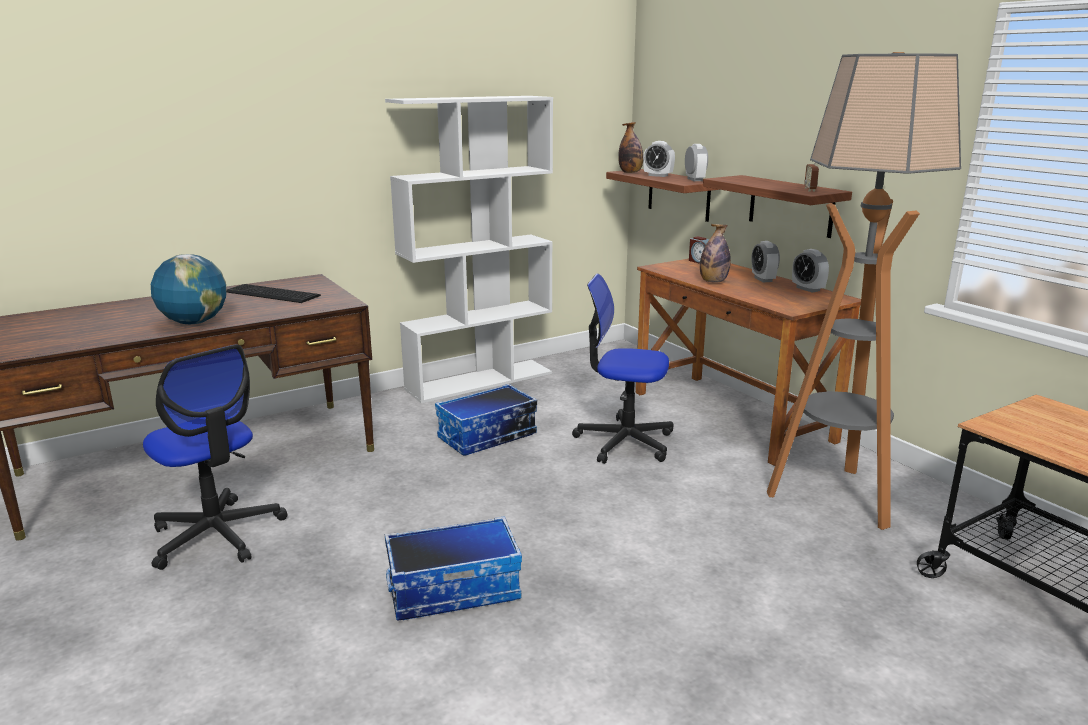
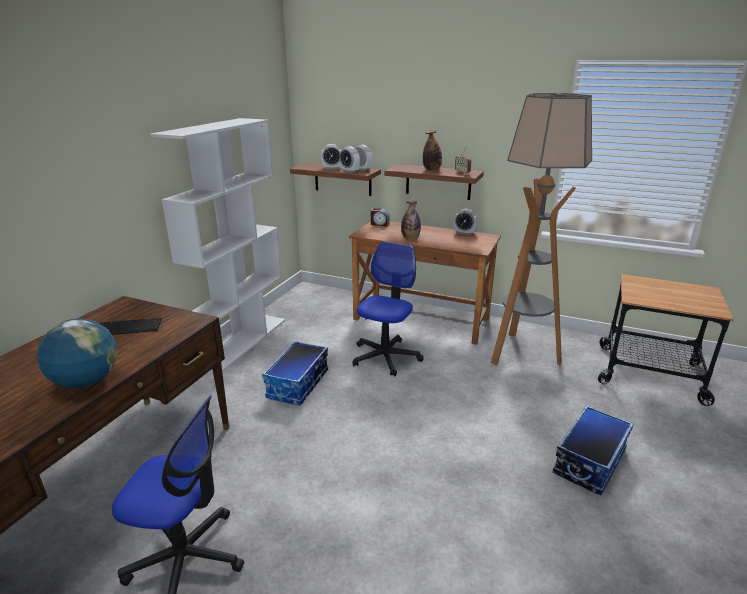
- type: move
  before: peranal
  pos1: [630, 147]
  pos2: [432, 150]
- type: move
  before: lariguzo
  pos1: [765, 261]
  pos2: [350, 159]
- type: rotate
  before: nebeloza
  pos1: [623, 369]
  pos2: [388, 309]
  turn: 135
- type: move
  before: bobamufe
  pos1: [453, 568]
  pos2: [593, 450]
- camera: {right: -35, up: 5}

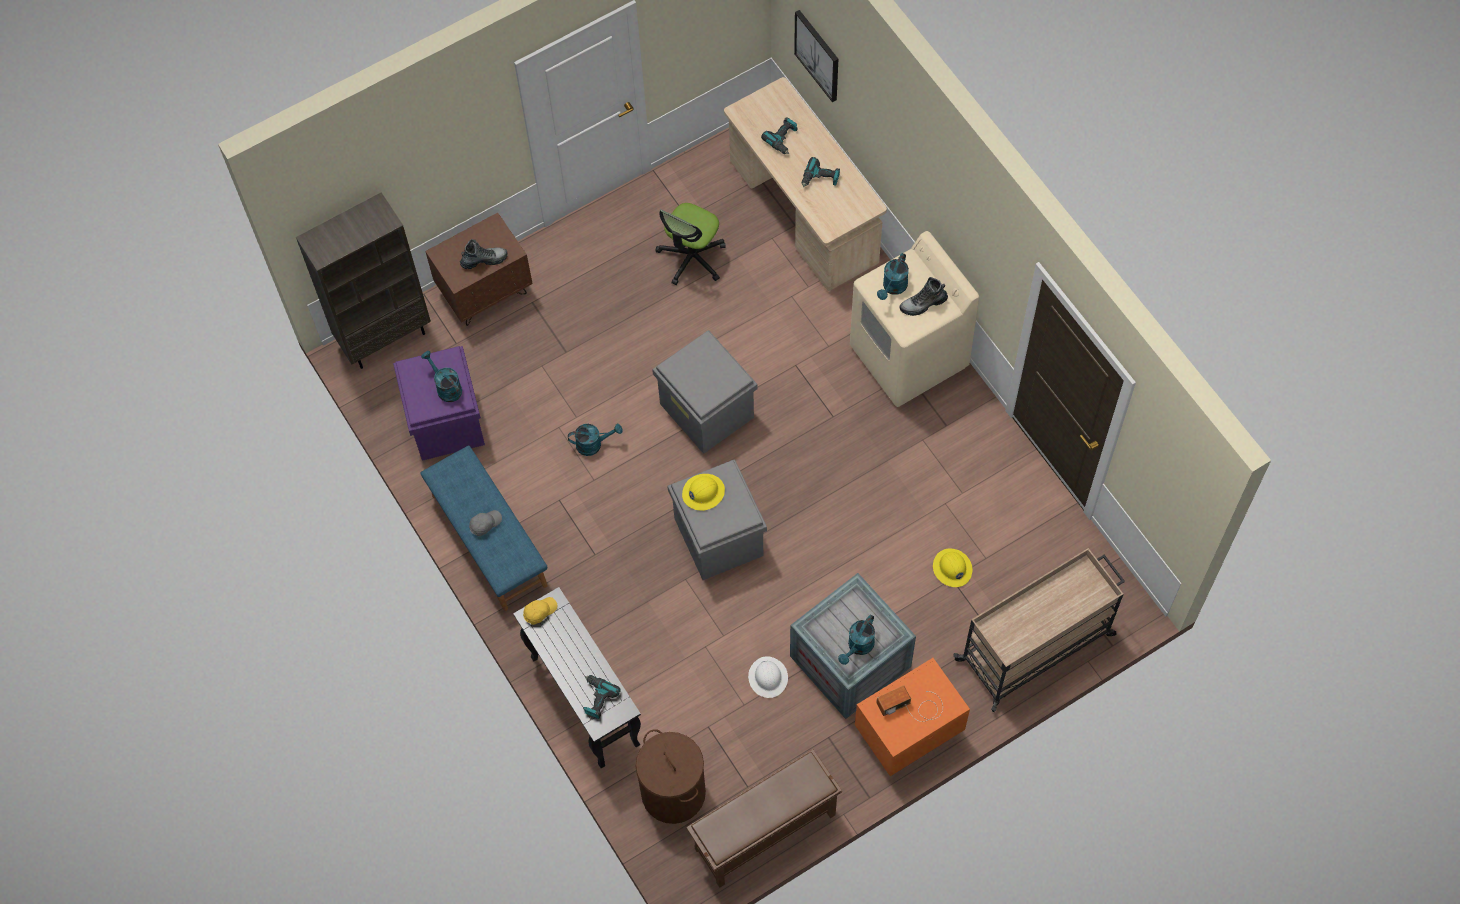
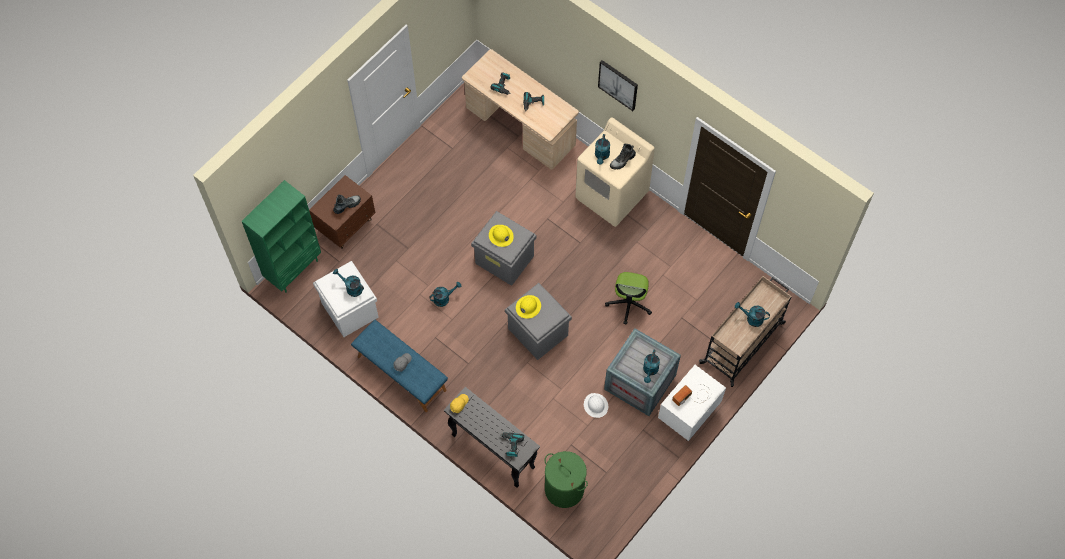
- type: move
  before: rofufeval
  pos1: [816, 56]
  pos2: [618, 85]
- type: recolor
  before: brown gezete
  after: green gezete
  pos1: [363, 280]
  pos2: [281, 236]
- type: move
  before: nebeloza
  pos1: [690, 244]
  pos2: [628, 298]
- type: recolor
  before: purple bobamufe
  after: white bobamufe
  pos1: [439, 403]
  pos2: [346, 299]
- type: move
  before: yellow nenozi
  pos1: [953, 568]
  pos2: [501, 236]
- type: recolor
  before: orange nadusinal
  after: white nadusinal
  pos1: [912, 717]
  pos2: [692, 403]
- type: recolor
  before: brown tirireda
  after: green tirireda
  pos1: [671, 776]
  pos2: [566, 479]
- type: delete
  before: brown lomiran
  pos1: [764, 818]
- type: insert
  after: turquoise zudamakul
  pos2: [752, 314]
- camera: {right: -20, up: 0}

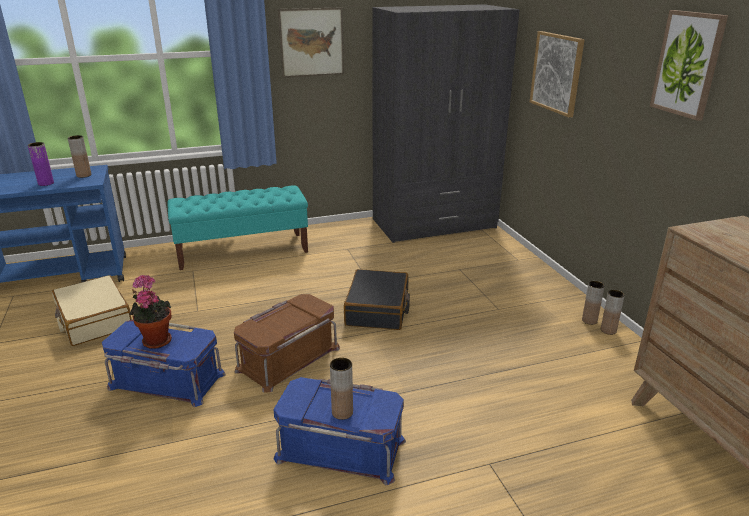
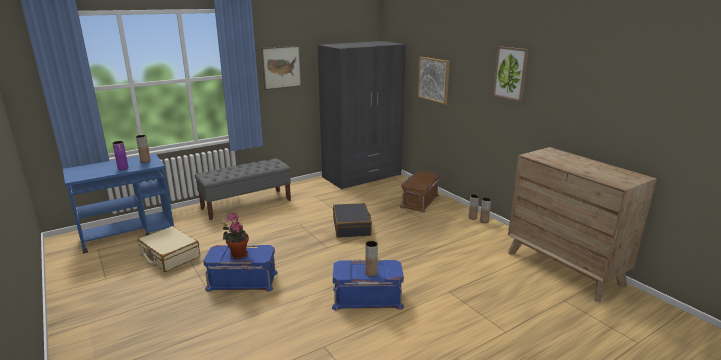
- type: recolor
  before: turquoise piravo
  after: grey piravo
  pos1: [238, 228]
  pos2: [243, 189]
- type: move
  before: brown bobamufe
  pos1: [287, 343]
  pos2: [419, 192]
- camera: {right: -15, up: -5}

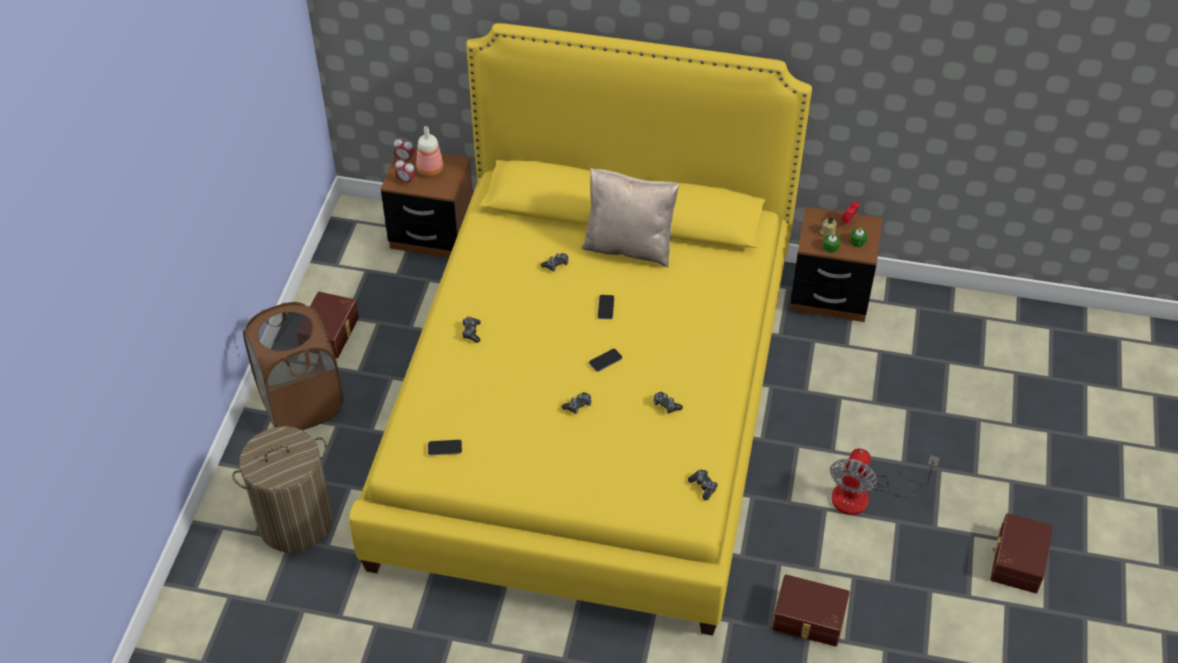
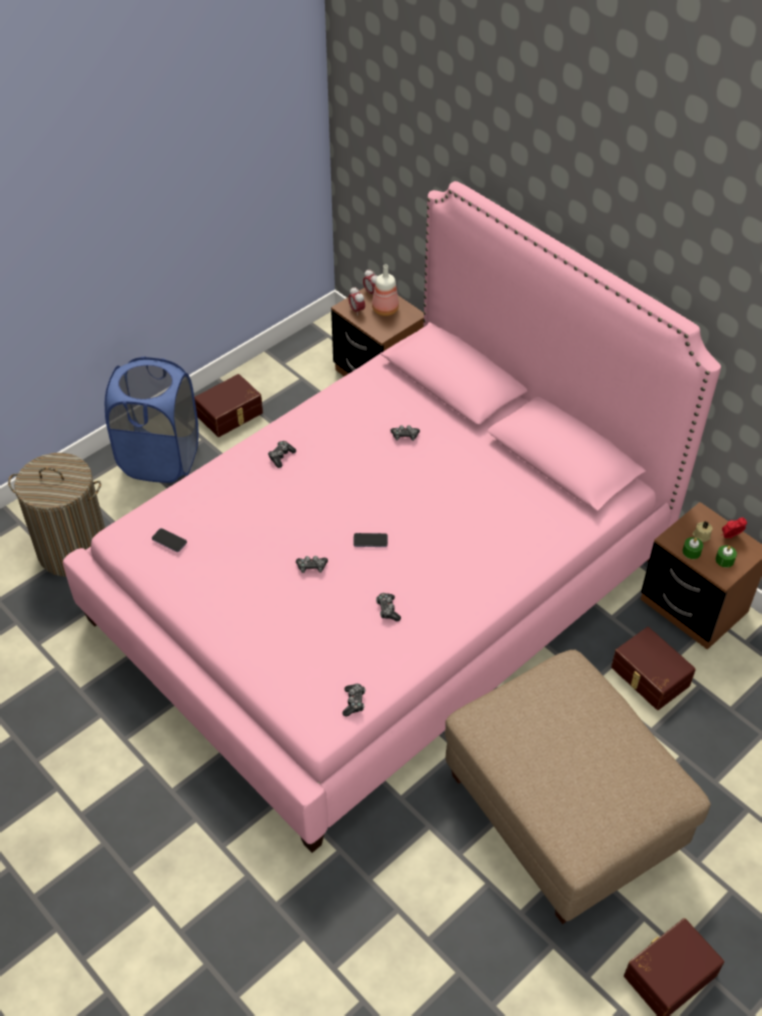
- type: recolor
  before: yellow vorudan
  after: pink vorudan
  pos1: [580, 329]
  pos2: [392, 517]
- type: delete
  before: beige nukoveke
  pos1: [630, 217]
- type: delete
  before: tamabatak
  pos1: [606, 307]
- type: recolor
  before: brown tirireda
  after: blue tirireda
  pos1: [293, 366]
  pos2: [151, 420]
- type: replace
  before: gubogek
  after: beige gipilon
  pos1: [885, 481]
  pos2: [578, 787]
- type: move
  before: brown bobamufe
  pos1: [811, 610]
  pos2: [653, 668]
- camera: {right: 35, up: 0}

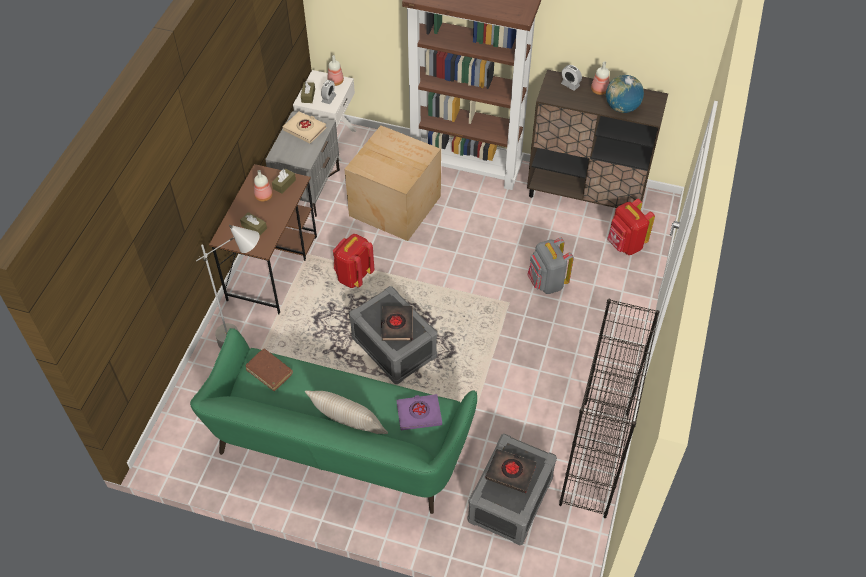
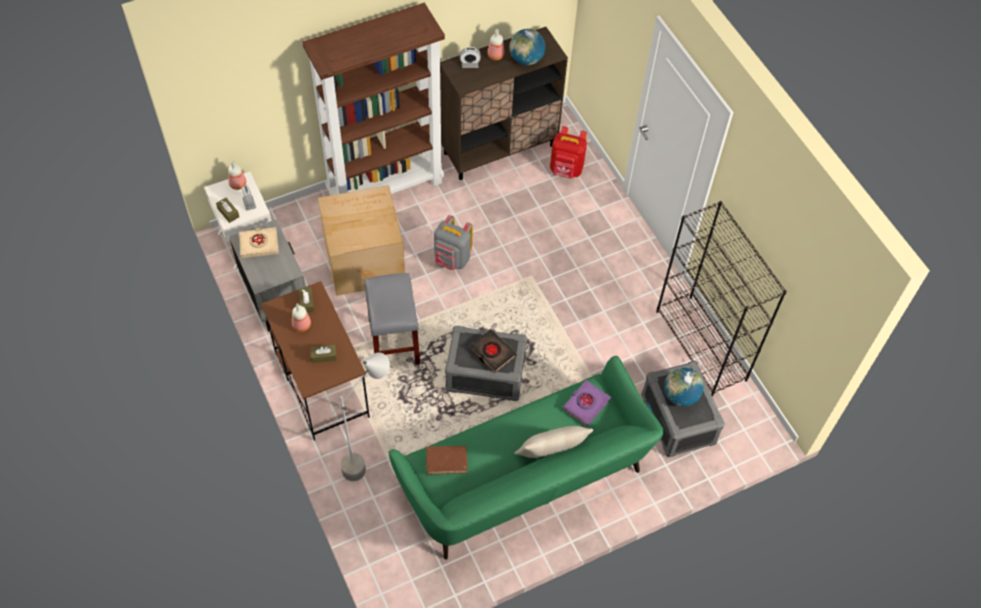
- type: replace
  before: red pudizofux
  after: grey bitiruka
  pos1: [353, 261]
  pos2: [392, 319]
- type: move
  before: grey pudizofux
  pos1: [550, 265]
  pos2: [453, 242]
- type: replace
  before: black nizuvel
  after: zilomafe
  pos1: [511, 471]
  pos2: [683, 387]
- camera: {right: -45, up: 5}

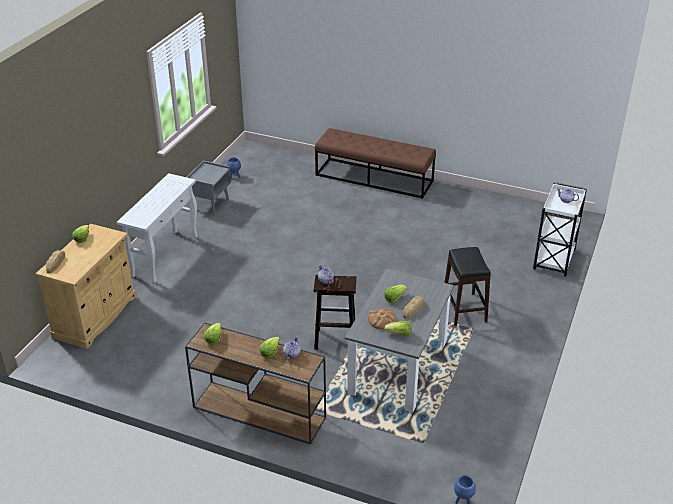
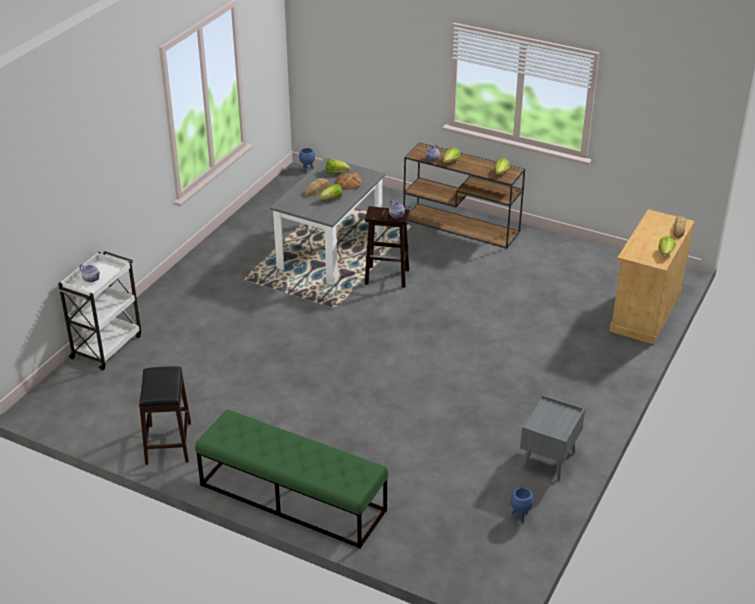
- type: recolor
  before: brown piravo
  after: green piravo
  pos1: [375, 163]
  pos2: [291, 479]
- type: delete
  before: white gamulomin
  pos1: [157, 228]
- type: move
  before: black bitiruka
  pos1: [468, 286]
  pos2: [165, 416]
- camera: {right: -175, up: 0}

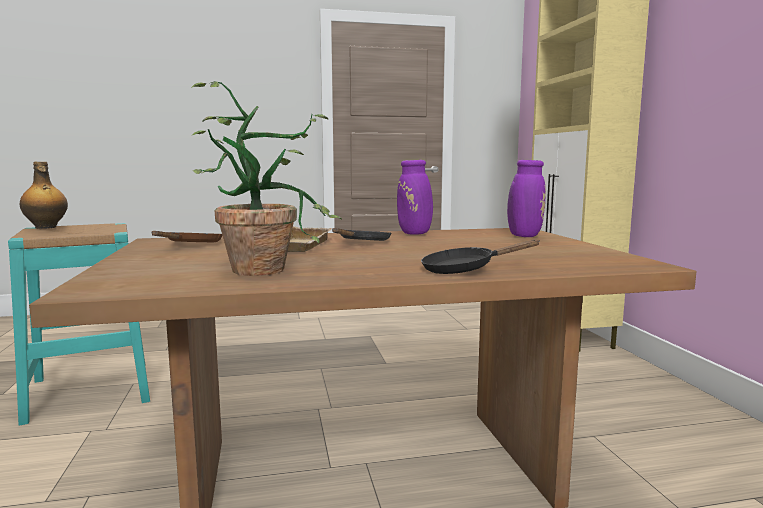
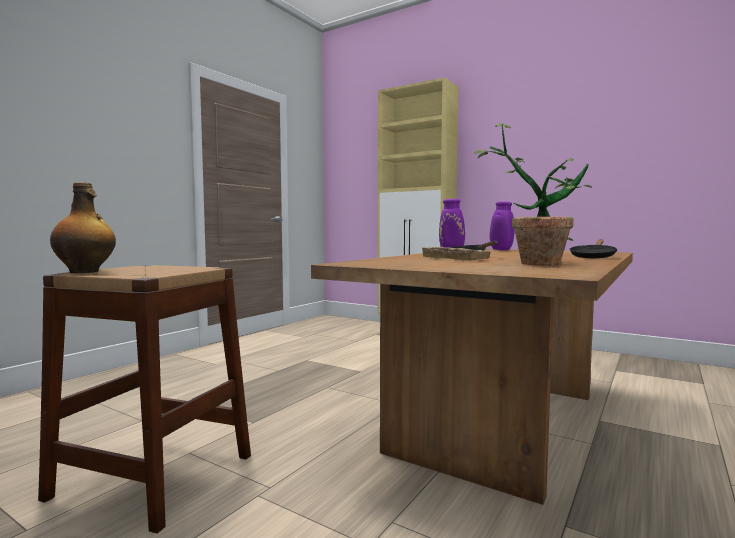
- type: recolor
  before: turquoise bitiruka
  after: brown bitiruka
  pos1: [79, 324]
  pos2: [144, 399]
- type: delete
  before: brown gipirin
  pos1: [187, 236]
- camera: {right: -45, up: -5}

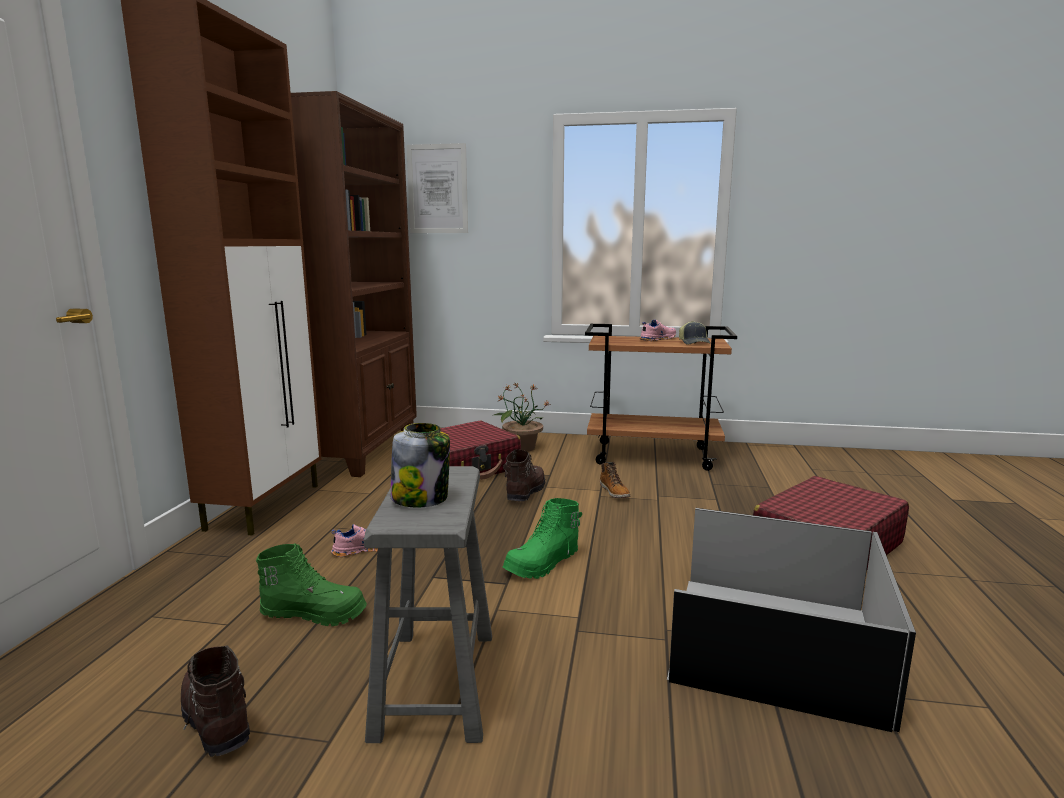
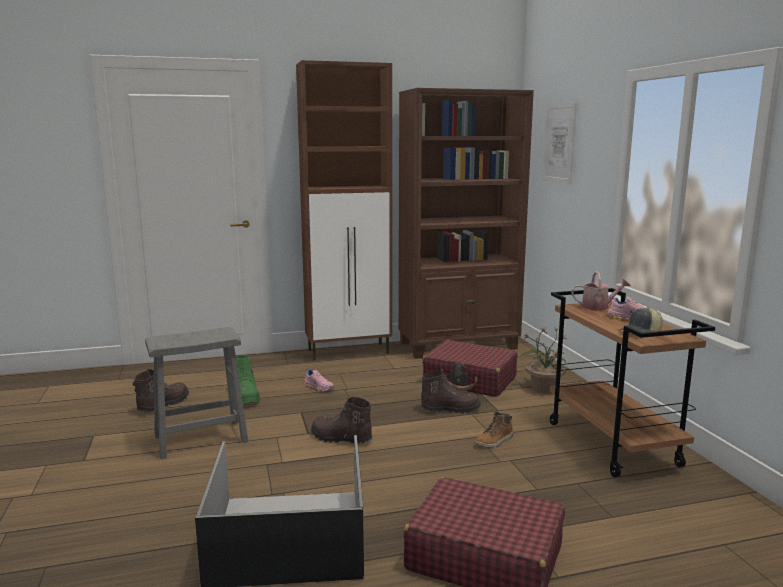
- type: delete
  before: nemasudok
  pos1: [420, 465]
- type: recolor
  before: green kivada
  after: brown kivada
  pos1: [542, 538]
  pos2: [342, 420]
- type: insert
  after: zudamakul
  pos2: [601, 291]
- camera: {right: 65, up: 0}

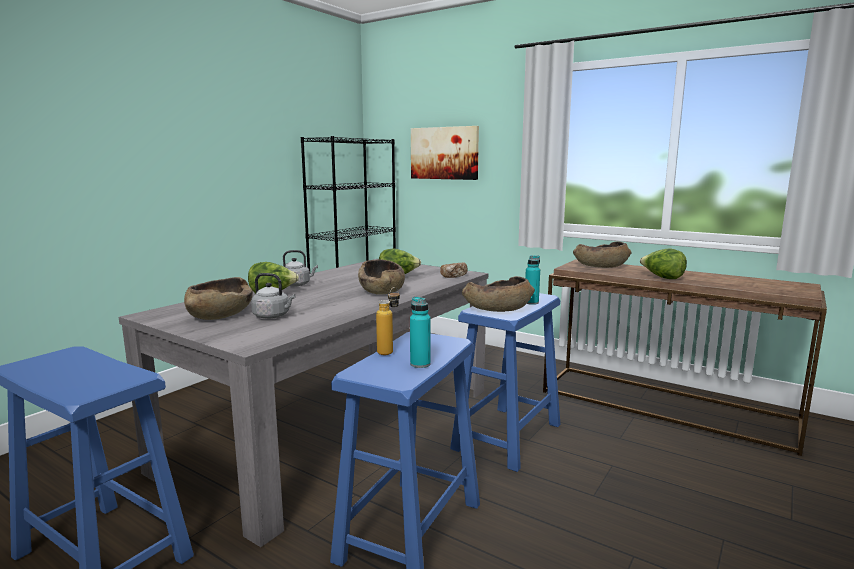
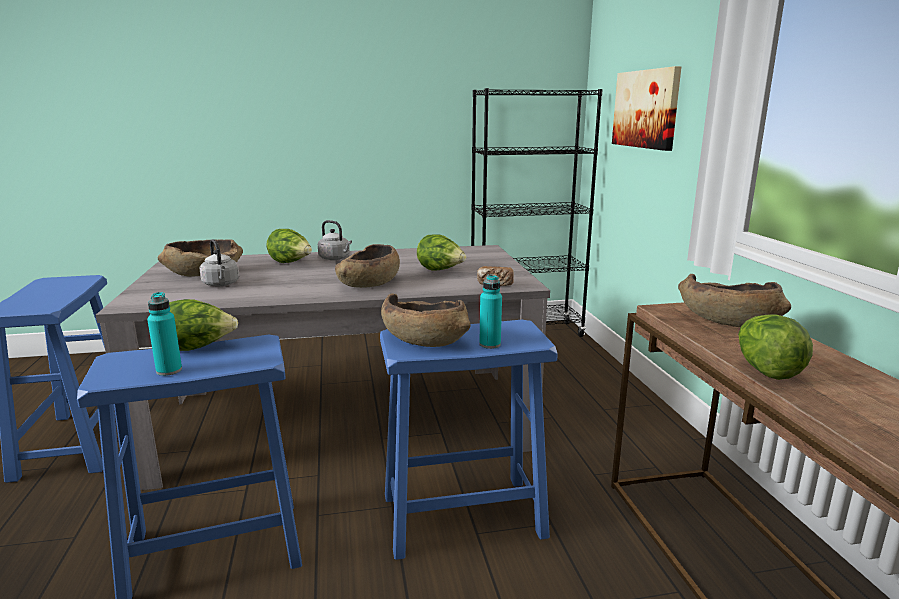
- type: replace
  before: peranal
  after: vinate
  pos1: [388, 321]
  pos2: [203, 325]
- camera: {right: 45, up: 5}

